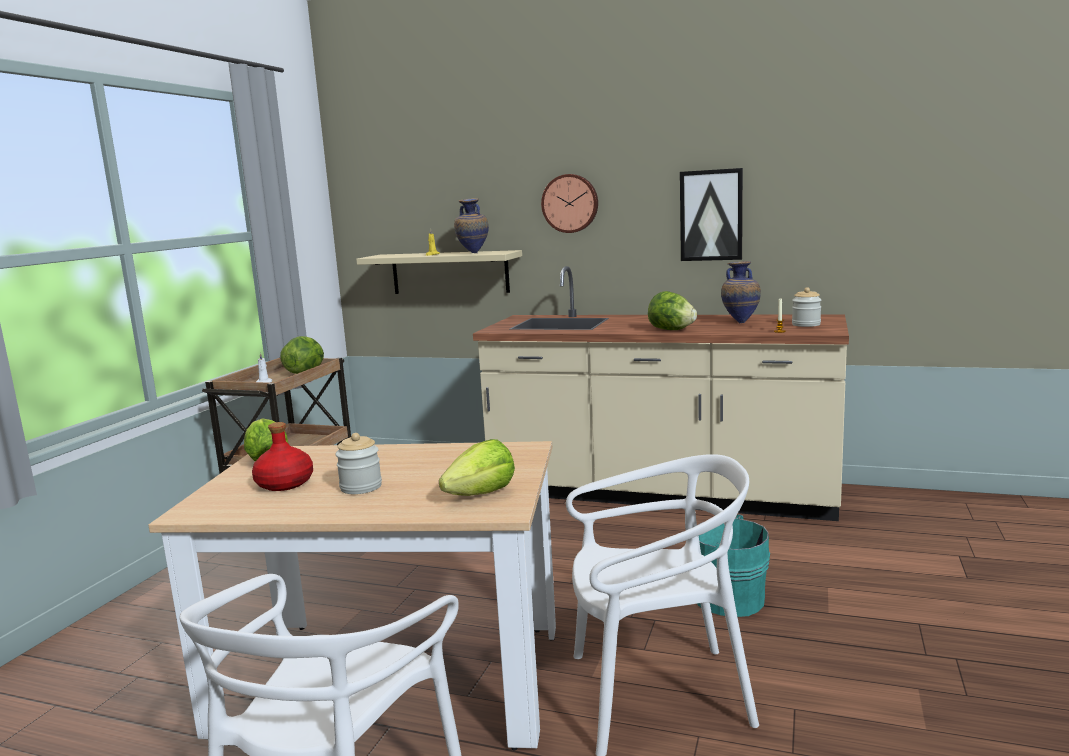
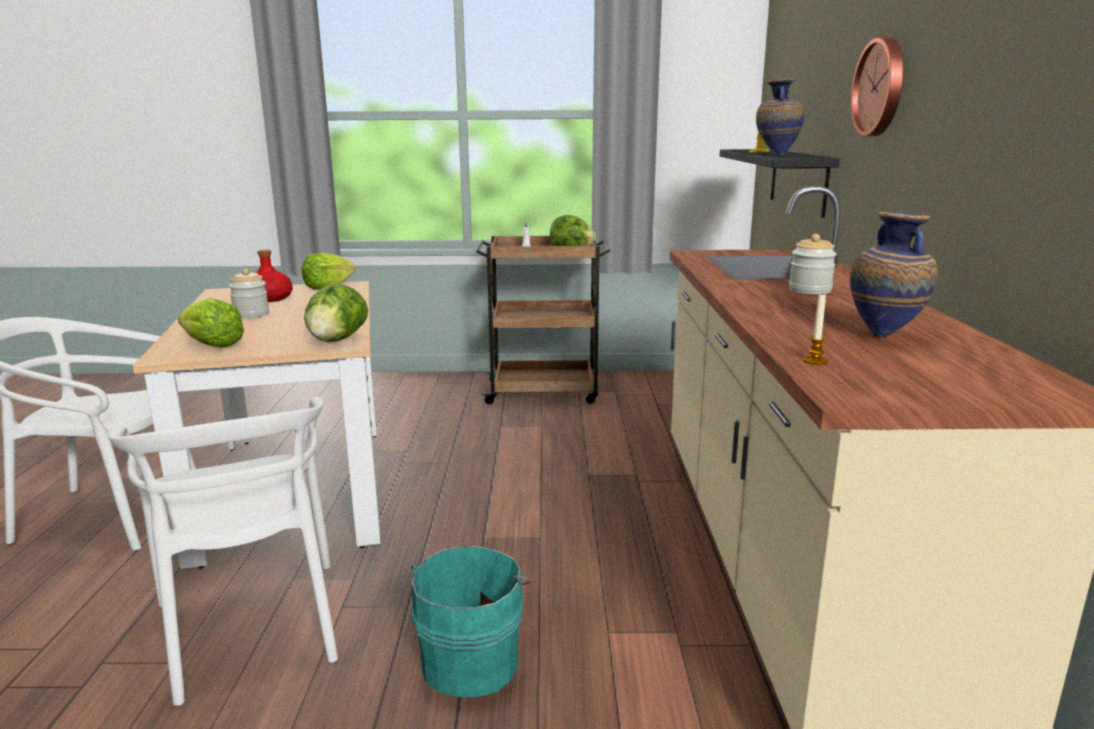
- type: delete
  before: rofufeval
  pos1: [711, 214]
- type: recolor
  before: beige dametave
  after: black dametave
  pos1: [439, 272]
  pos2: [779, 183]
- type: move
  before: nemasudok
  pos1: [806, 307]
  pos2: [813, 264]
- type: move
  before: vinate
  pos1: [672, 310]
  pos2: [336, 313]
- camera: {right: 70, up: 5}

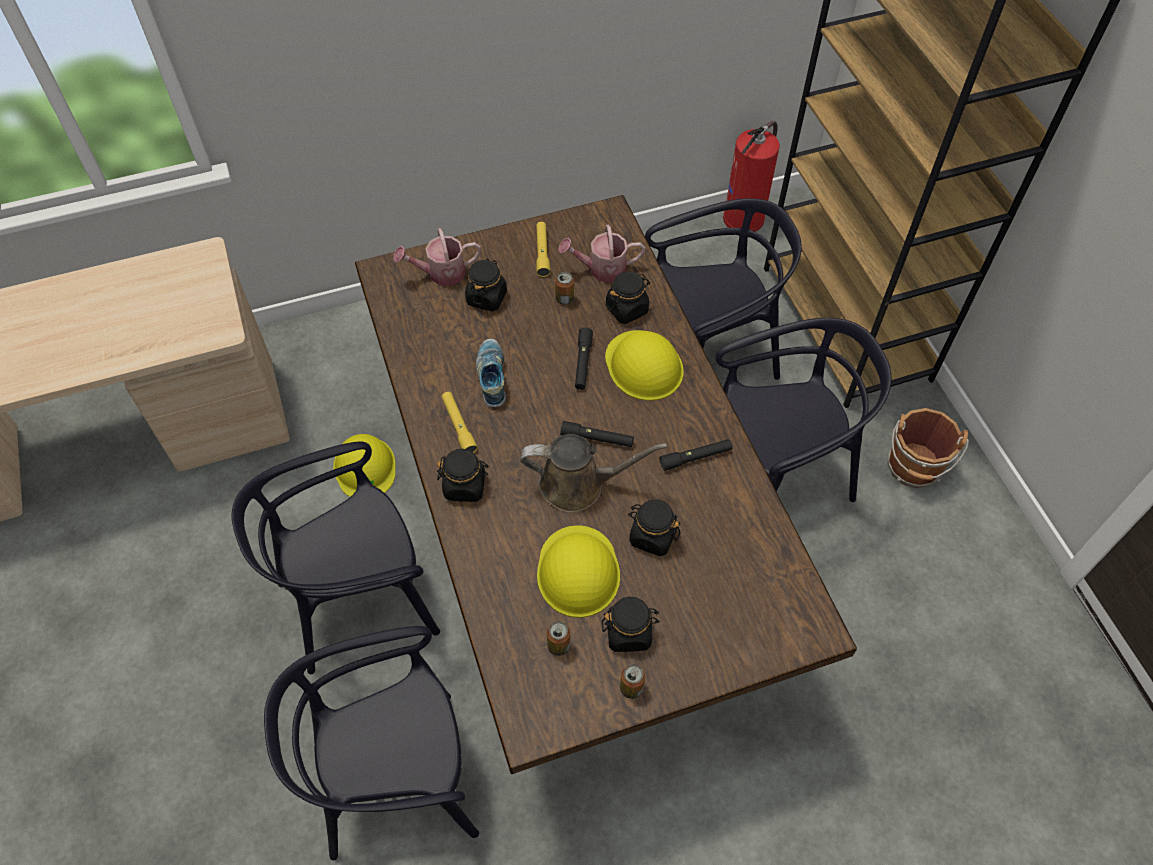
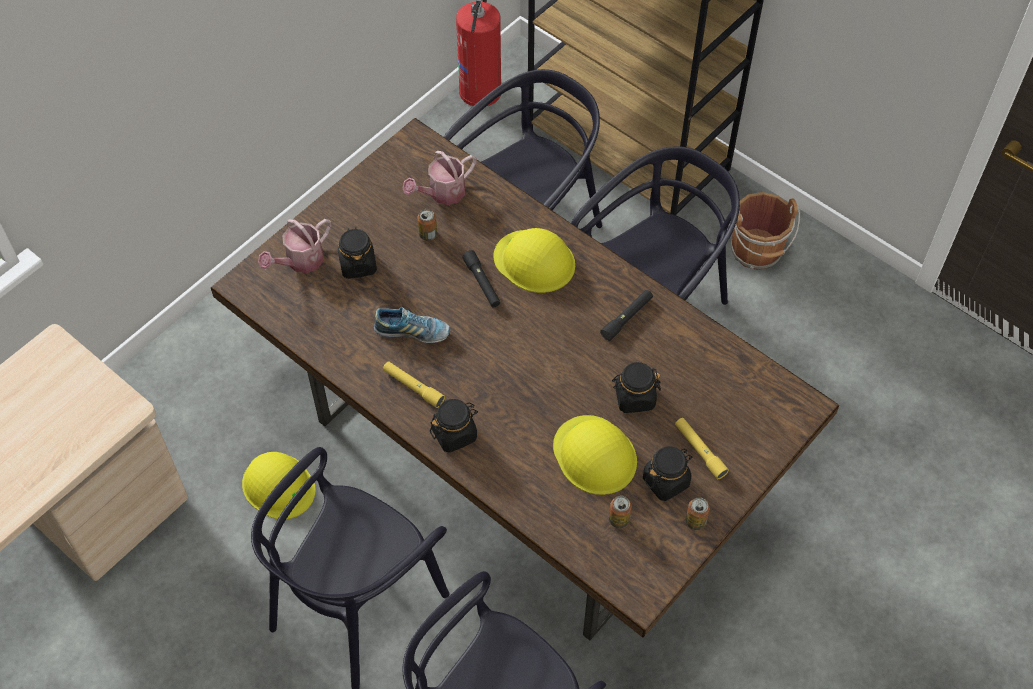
- type: move
  before: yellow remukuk
  pos1: [543, 249]
  pos2: [702, 448]
- type: delete
  before: black nemasudok
  pos1: [628, 297]
- type: rotate
  before: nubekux
  pos1: [491, 373]
  pos2: [412, 325]
  turn: 135
- type: delete
  before: black remukuk
  pos1: [597, 434]
- type: delete
  before: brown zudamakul
  pos1: [593, 473]
- camera: {right: -30, up: 0}

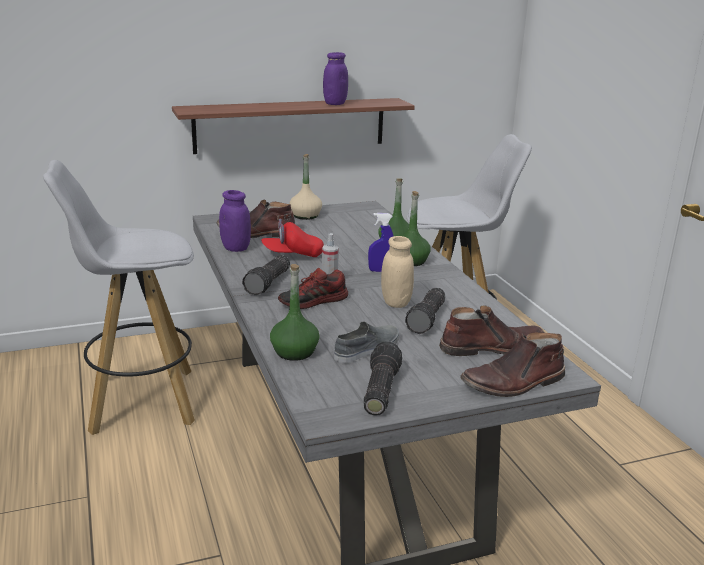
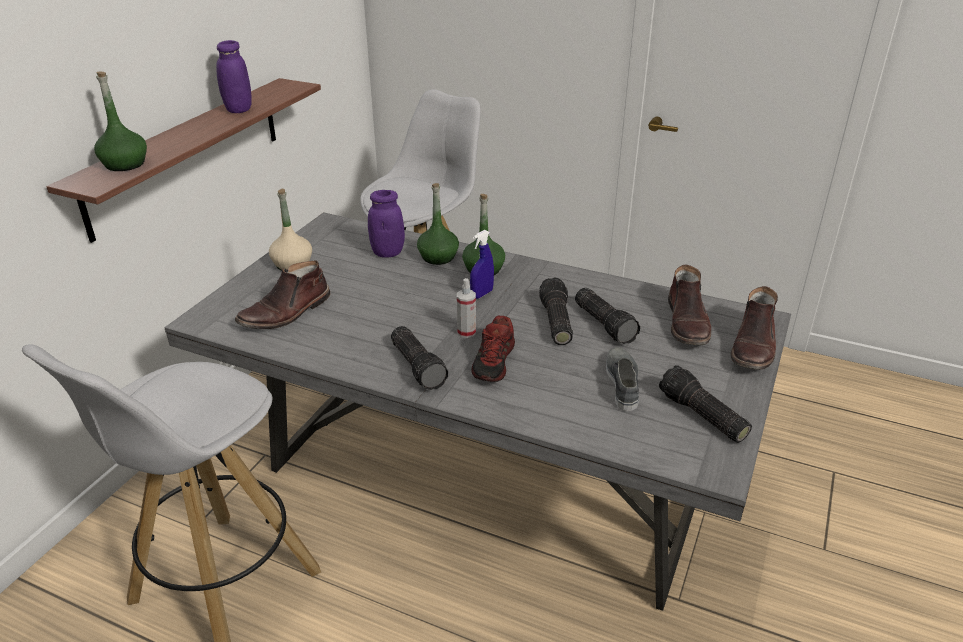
- type: move
  before: purple nemasudok
  pos1: [235, 221]
  pos2: [386, 224]
- type: delete
  before: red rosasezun
  pos1: [292, 237]
- type: replace
  before: beige nemasudok
  after: remukuk
  pos1: [397, 272]
  pos2: [556, 311]
- type: move
  before: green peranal
  pos1: [295, 312]
  pos2: [120, 121]
- type: rotate
  before: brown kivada
  pos1: [492, 330]
  pos2: [689, 304]
  turn: 150
- camera: {right: -45, up: 10}

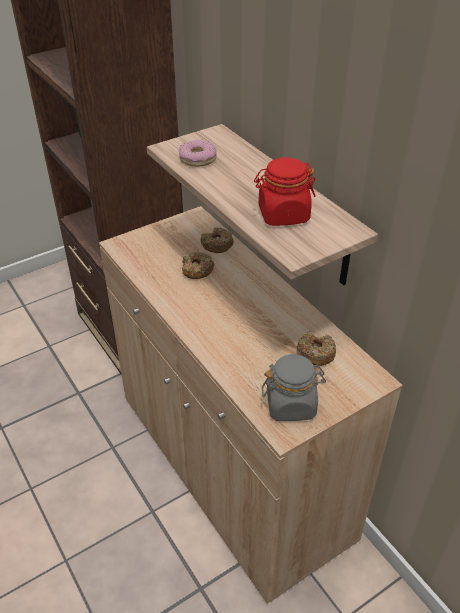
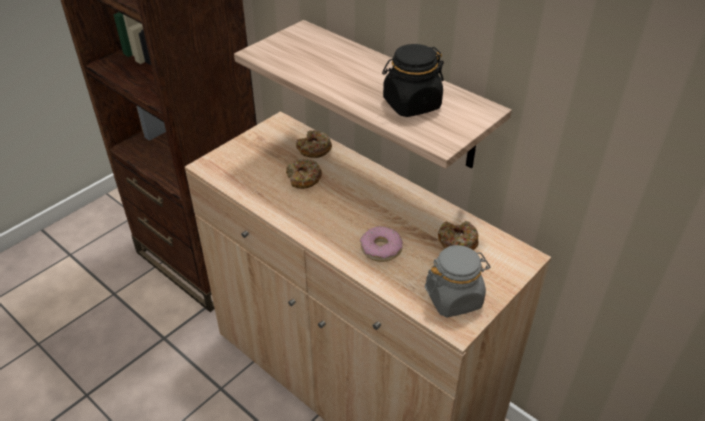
- type: move
  before: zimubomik
  pos1: [198, 153]
  pos2: [381, 244]
- type: recolor
  before: red nemasudok
  after: black nemasudok
  pos1: [285, 191]
  pos2: [413, 80]
- camera: {right: -15, up: 0}

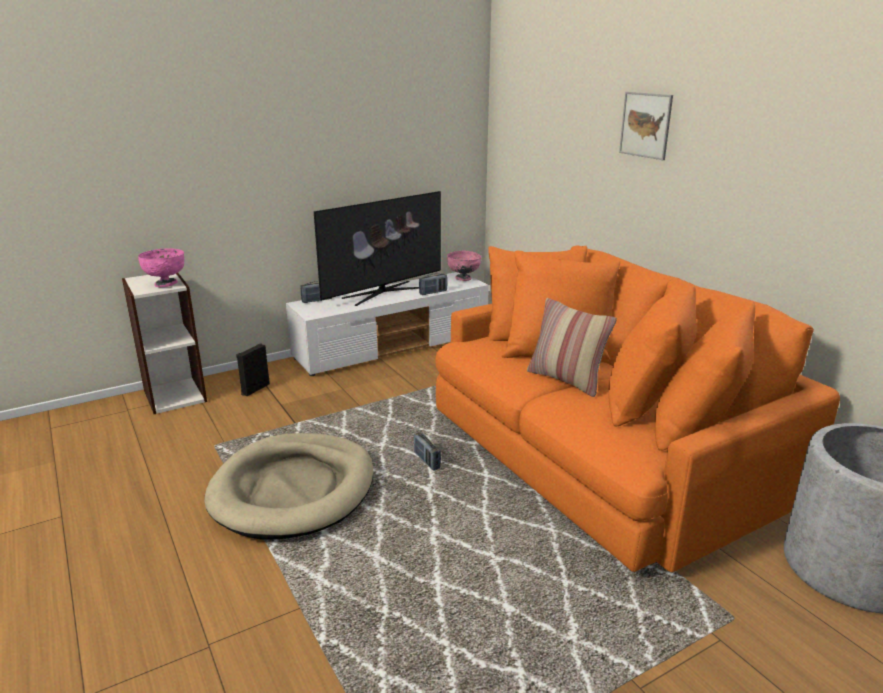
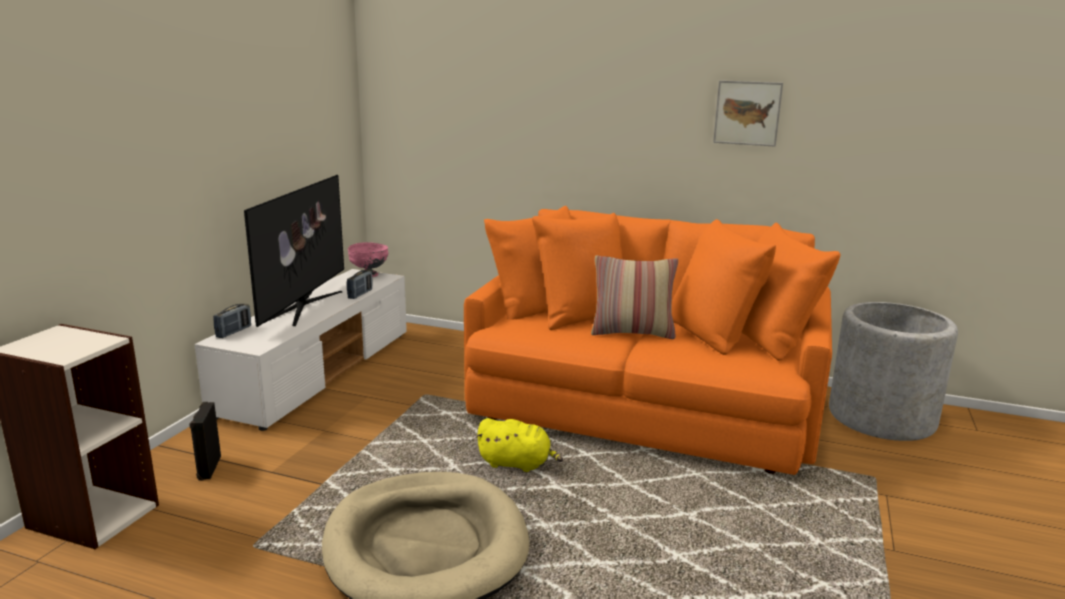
- type: move
  before: rofufeval
  pos1: [646, 126]
  pos2: [748, 113]
- type: delete
  before: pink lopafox
  pos1: [161, 267]
- type: replace
  before: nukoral
  after: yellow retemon
  pos1: [427, 451]
  pos2: [519, 445]
- camera: {right: -40, up: -5}

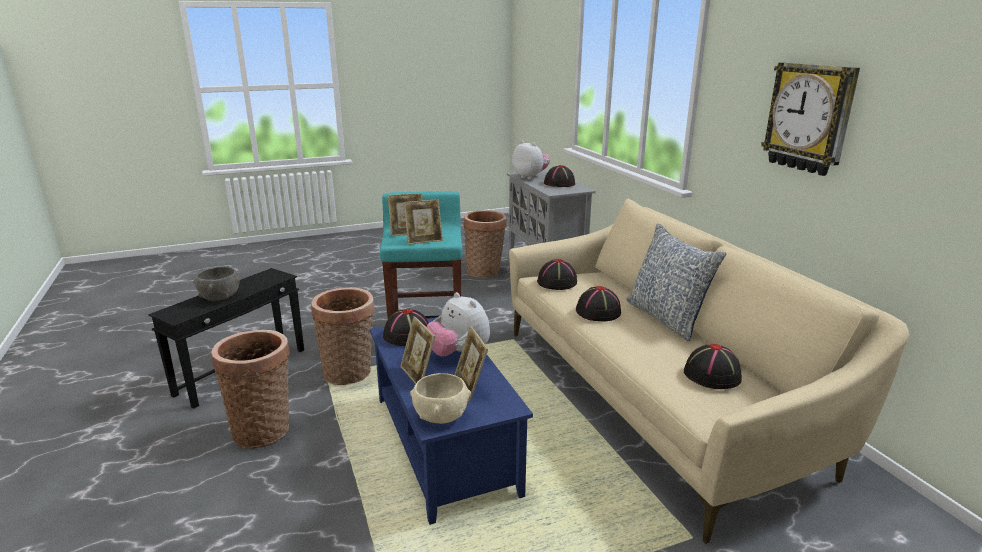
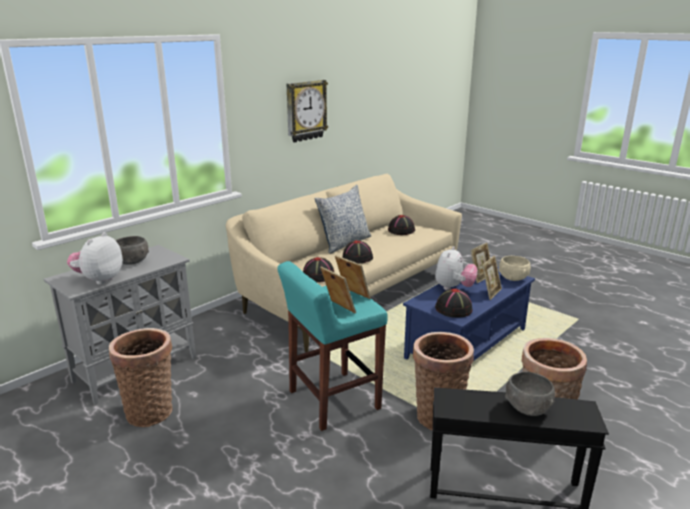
- type: replace
  before: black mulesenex
  after: grey lopafox
  pos1: [559, 176]
  pos2: [132, 250]
- camera: {right: -115, up: 0}

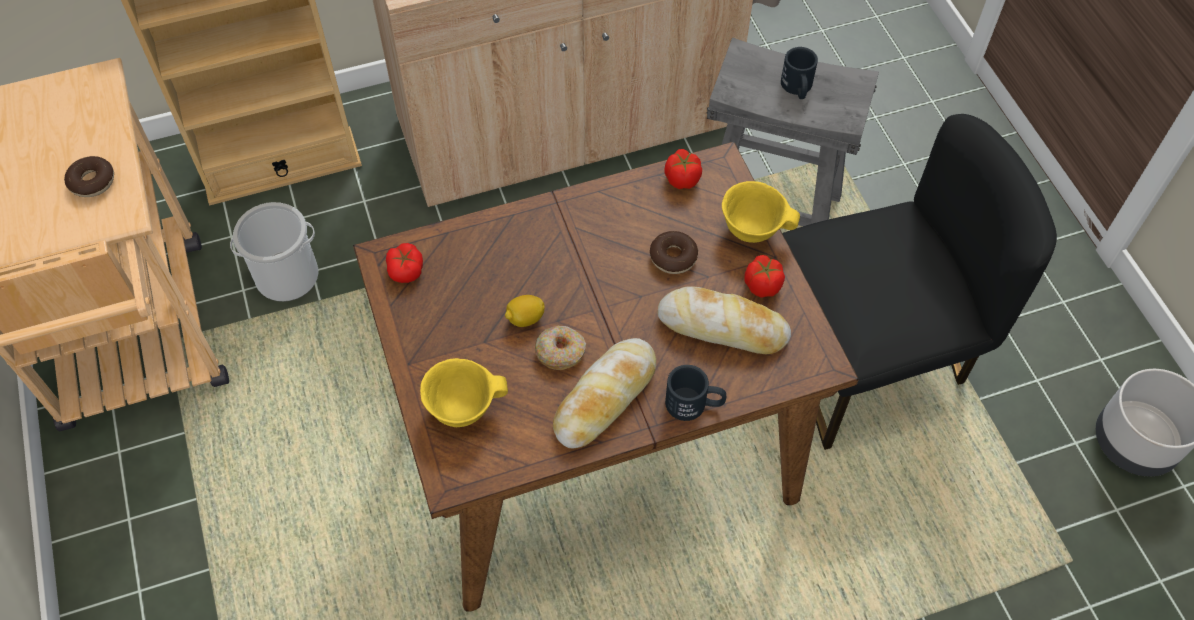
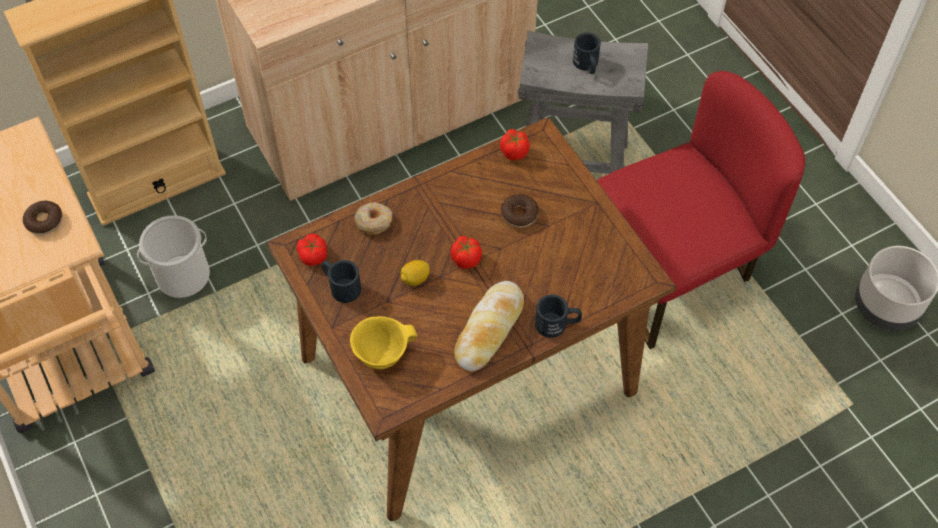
- type: recolor
  before: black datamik
  after: red datamik
  pos1: [919, 282]
  pos2: [701, 210]
- type: delete
  before: yellow lopafox
  pos1: [761, 212]
- type: move
  before: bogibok
  pos1: [764, 276]
  pos2: [466, 252]
- type: delete
  before: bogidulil
  pos1: [724, 320]
- type: move
  before: zimubomik
  pos1: [560, 347]
  pos2: [373, 218]
- type: insert
  after: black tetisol
  pos2: [341, 281]
- camera: {right: -10, up: 0}

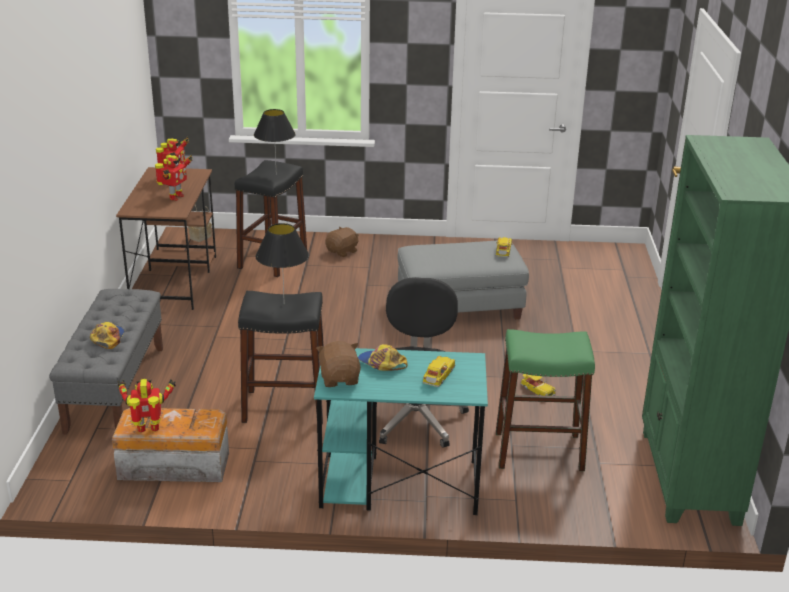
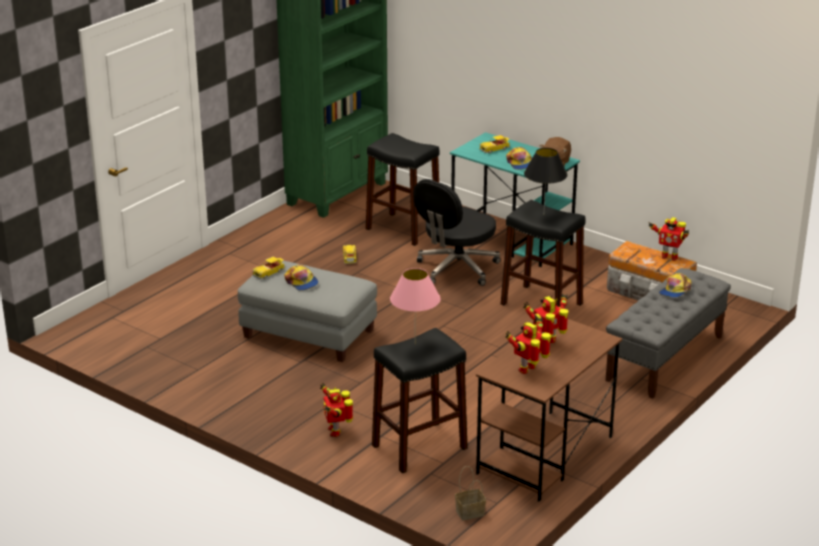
- type: recolor
  before: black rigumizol
  after: pink rigumizol
  pos1: [274, 142]
  pos2: [415, 303]
- type: replace
  before: brown retemon
  after: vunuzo
  pos1: [342, 241]
  pos2: [336, 410]
- type: recolor
  before: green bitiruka
  after: black bitiruka
  pos1: [545, 400]
  pos2: [403, 189]
- type: insert
  after: rosasezun
  pos2: [301, 277]
- camera: {right: -145, up: 0}

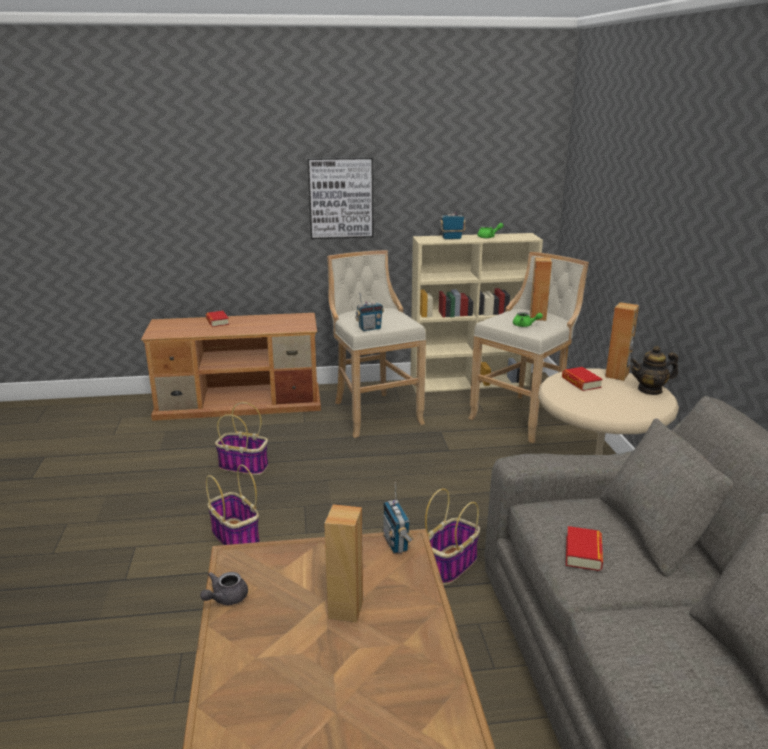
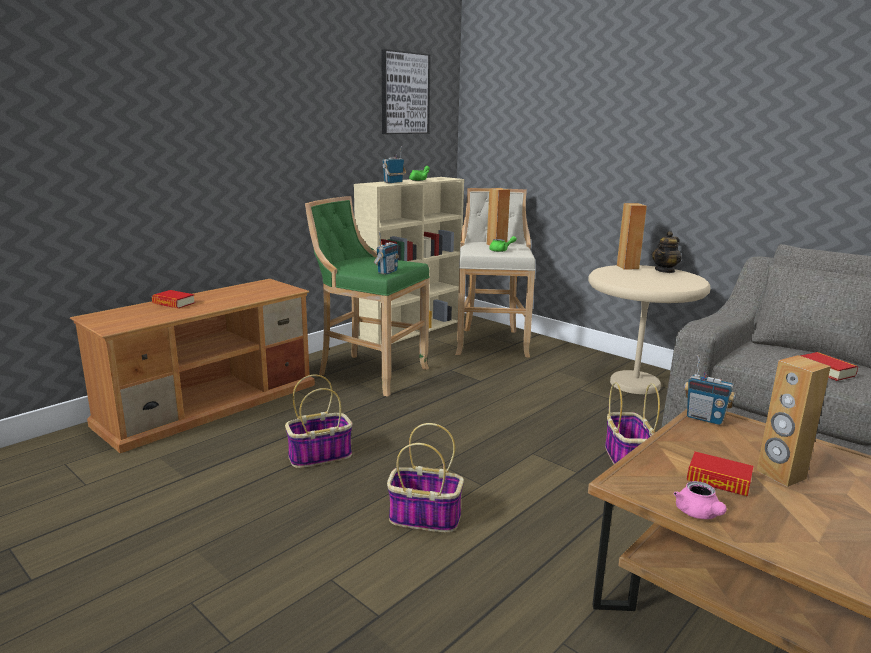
- type: move
  before: rofufeval
  pos1: [340, 198]
  pos2: [406, 91]
- type: recolor
  before: beige bitiruka
  after: green bitiruka
  pos1: [376, 344]
  pos2: [367, 296]
- type: move
  before: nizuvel
  pos1: [582, 379]
  pos2: [720, 474]
- type: recolor
  before: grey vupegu
  after: pink vupegu
  pos1: [224, 588]
  pos2: [700, 500]
- camera: {right: -40, up: -5}

